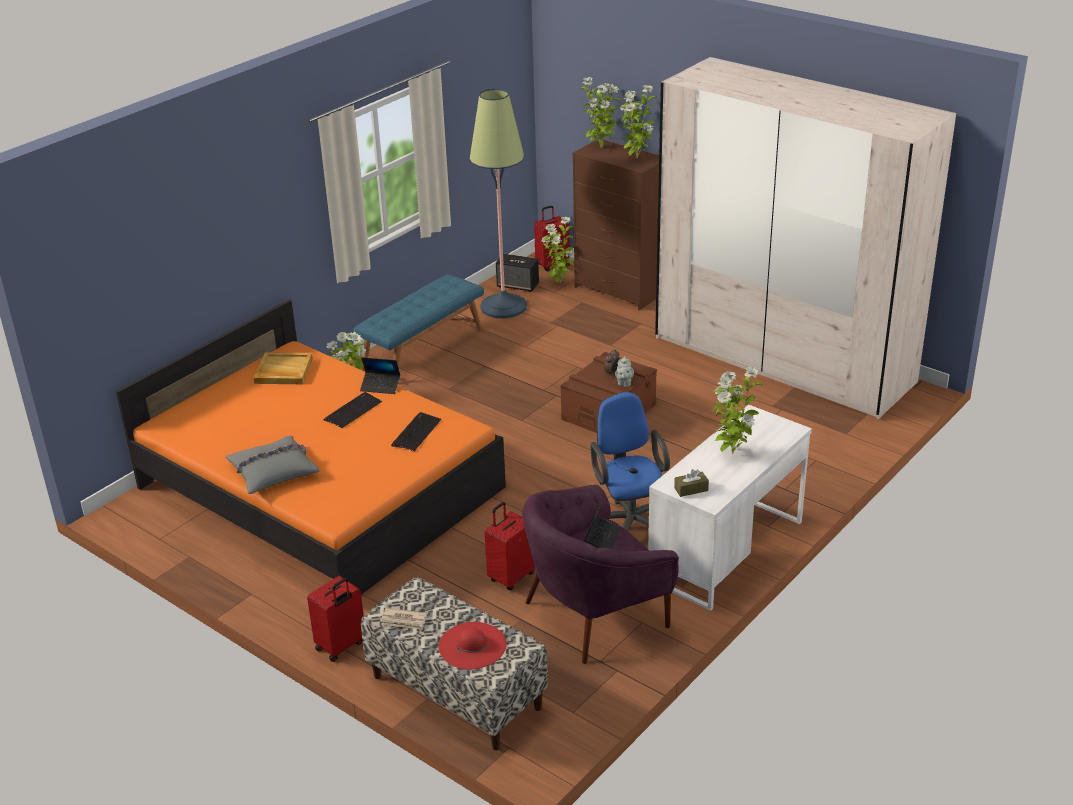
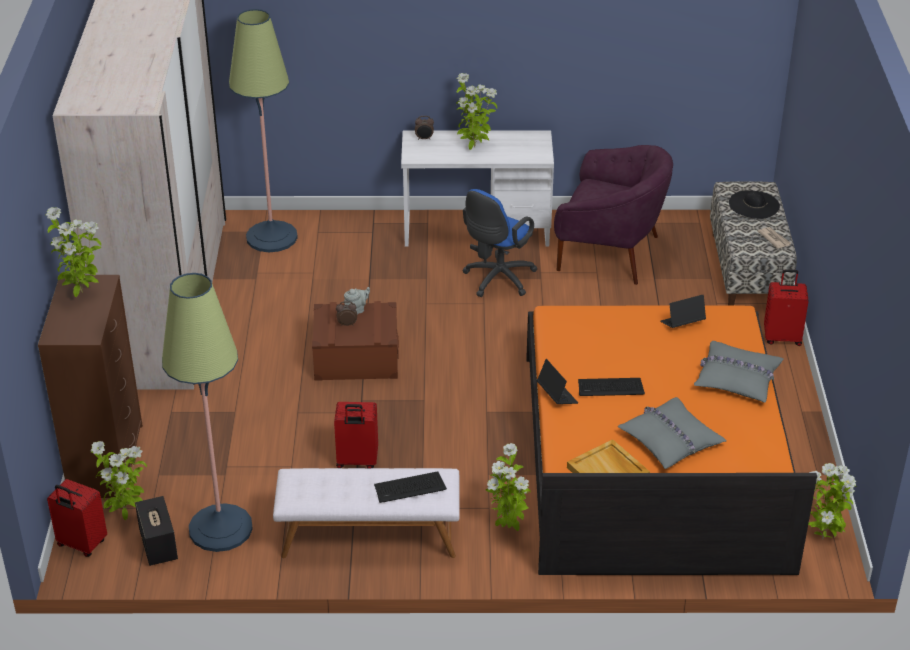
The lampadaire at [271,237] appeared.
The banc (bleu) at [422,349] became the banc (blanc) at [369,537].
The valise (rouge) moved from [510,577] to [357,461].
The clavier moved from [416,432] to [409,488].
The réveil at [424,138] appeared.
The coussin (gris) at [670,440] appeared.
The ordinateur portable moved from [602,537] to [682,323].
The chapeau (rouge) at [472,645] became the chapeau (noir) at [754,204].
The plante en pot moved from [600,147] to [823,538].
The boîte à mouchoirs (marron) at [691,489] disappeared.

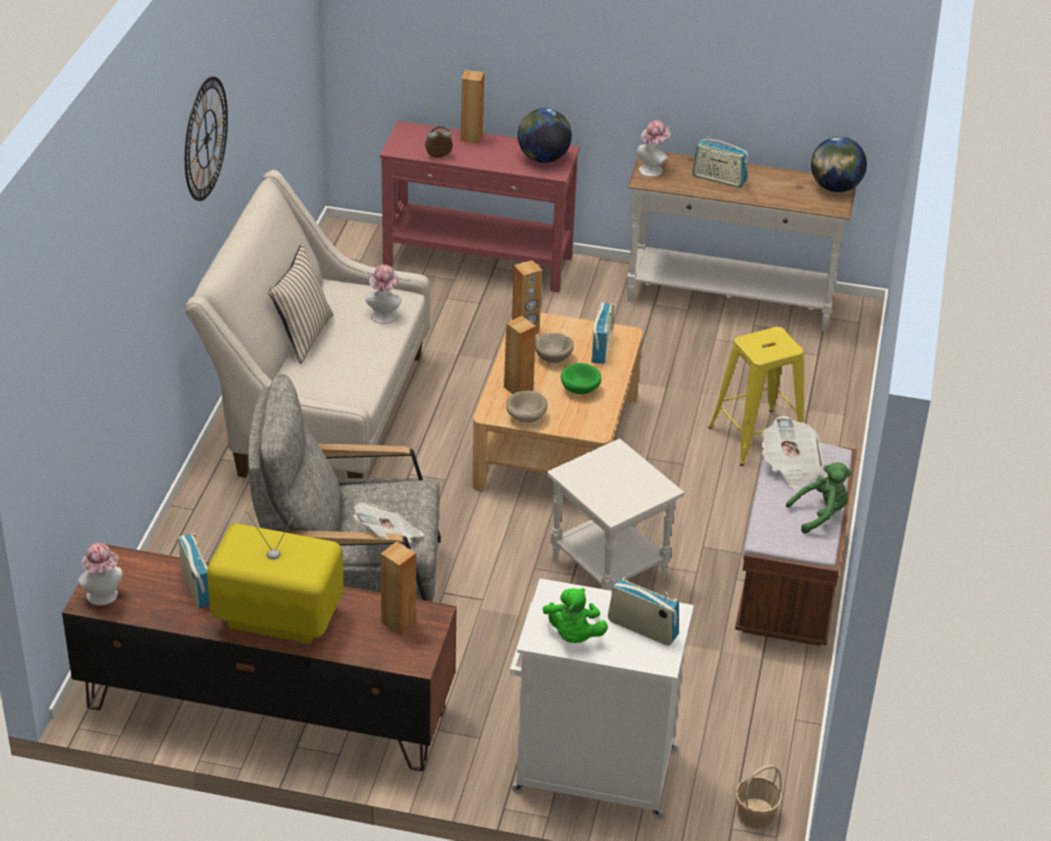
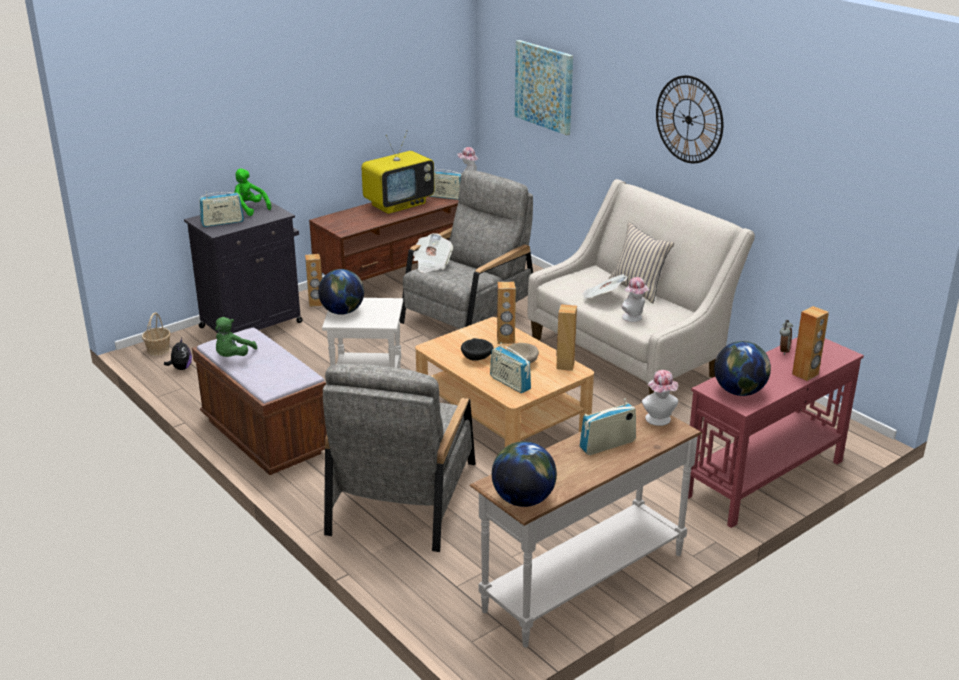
The peluche at [181,368] appeared.
The meuble de rangement (blanc) at [591,770] became the meuble de rangement (noir) at [253,324].
The enceinte (marron) moved from [399,622] to [316,303].
The globe at [342,311] appeared.
The tabouret (jaune) at [756,437] was replaced by the fauteuil (gris) at [402,497].
The bol (vert) at [579,389] became the bol (noir) at [477,358].
The tableau at [544,86] appeared.
The journal moved from [790,466] to [602,298].
The bol (beige) at [525,417] disappeared.

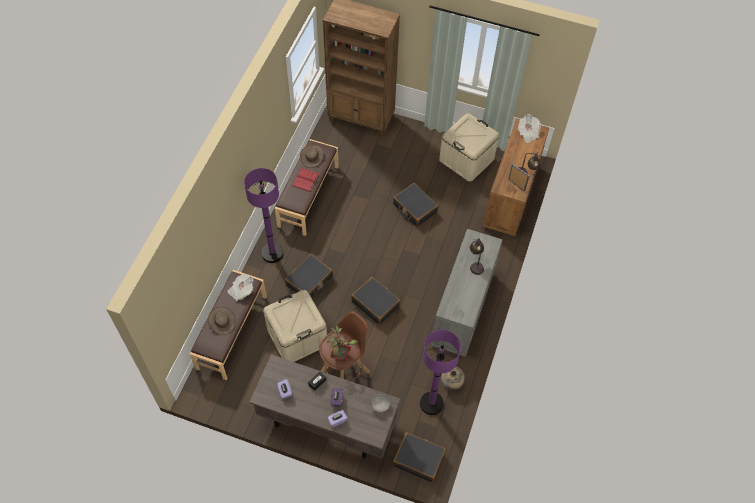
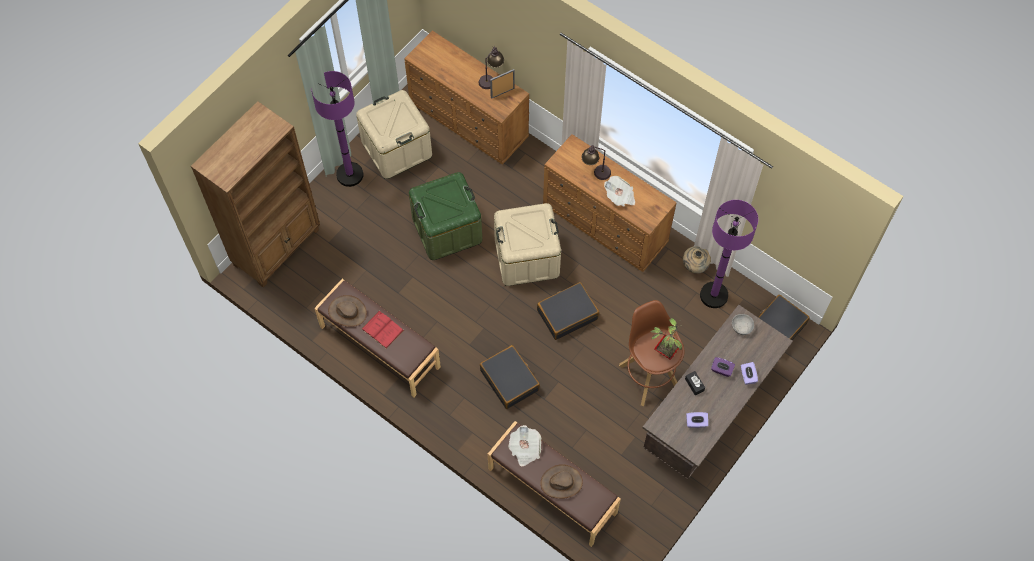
The lampadaire (violet) moved from [272,253] to [350,175].
The valise (noir) at [414,208] was replaced by the boîte de rangement (vert) at [447,229].
The boîte de rangement (beige) moved from [297,337] to [527,257].
The commode (gris) at [462,309] became the commode (marron) at [605,224].
The journal moved from [528,133] to [620,196].

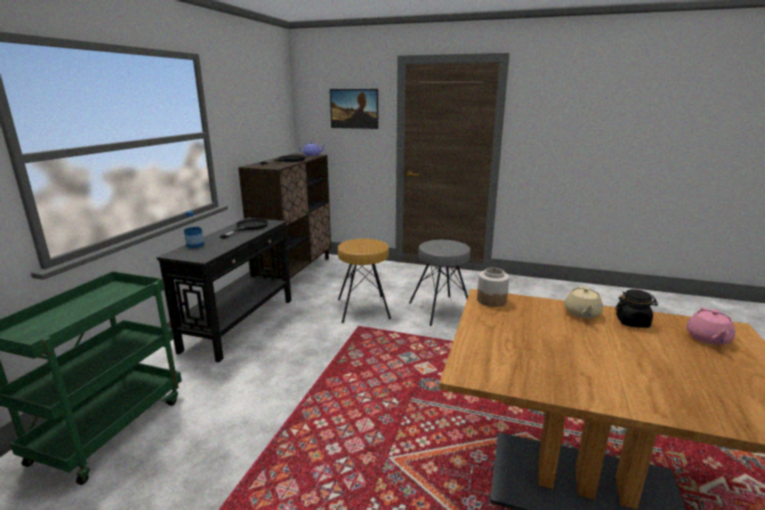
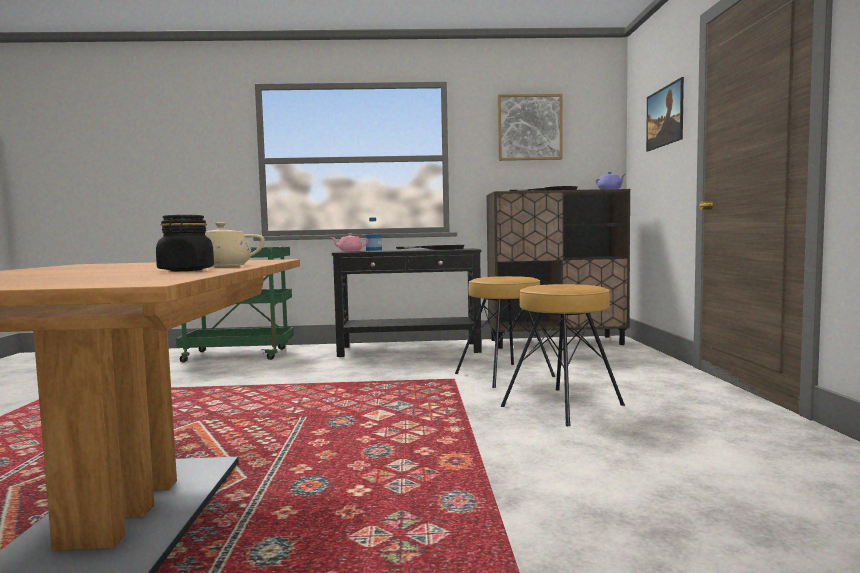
The théière (rose) moved from [708,339] to [349,251].
The tableau at [529,127] appeared.
The tabouret (gris) at [441,310] became the tabouret (marron) at [563,406].
The bocal at [491,300] disappeared.

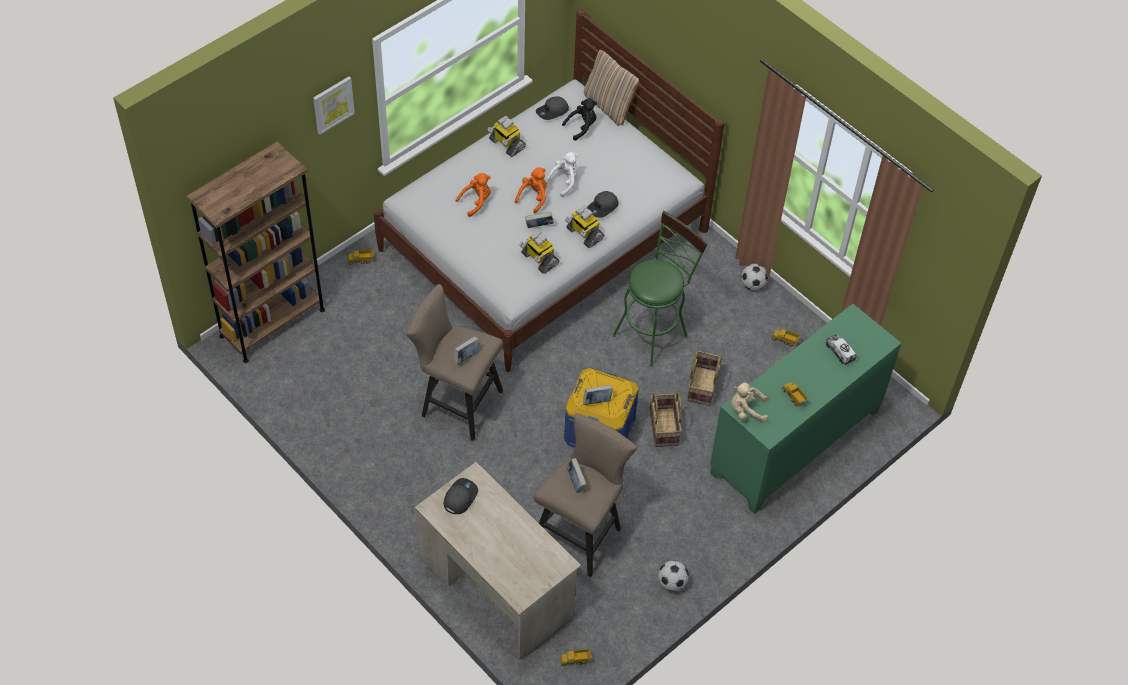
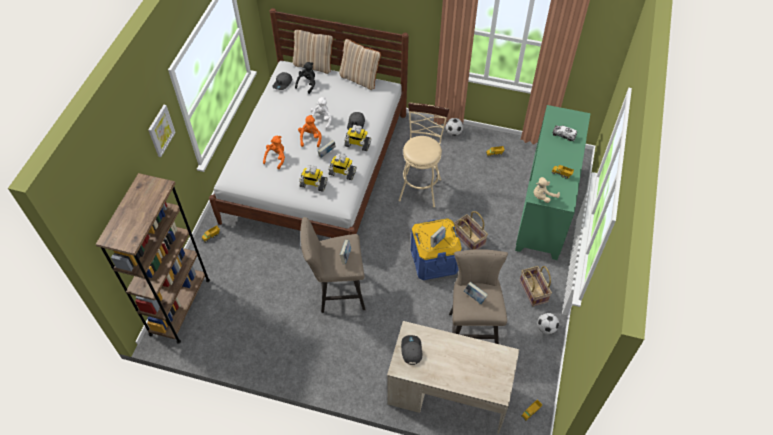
The robot jouet moved from [506,144] to [313,184].
The coussin (beige) at [360,79] appeared.
The tabouret (vert) at [654,332] became the tabouret (beige) at [420,186].
The panier moved from [702,386] to [532,291].

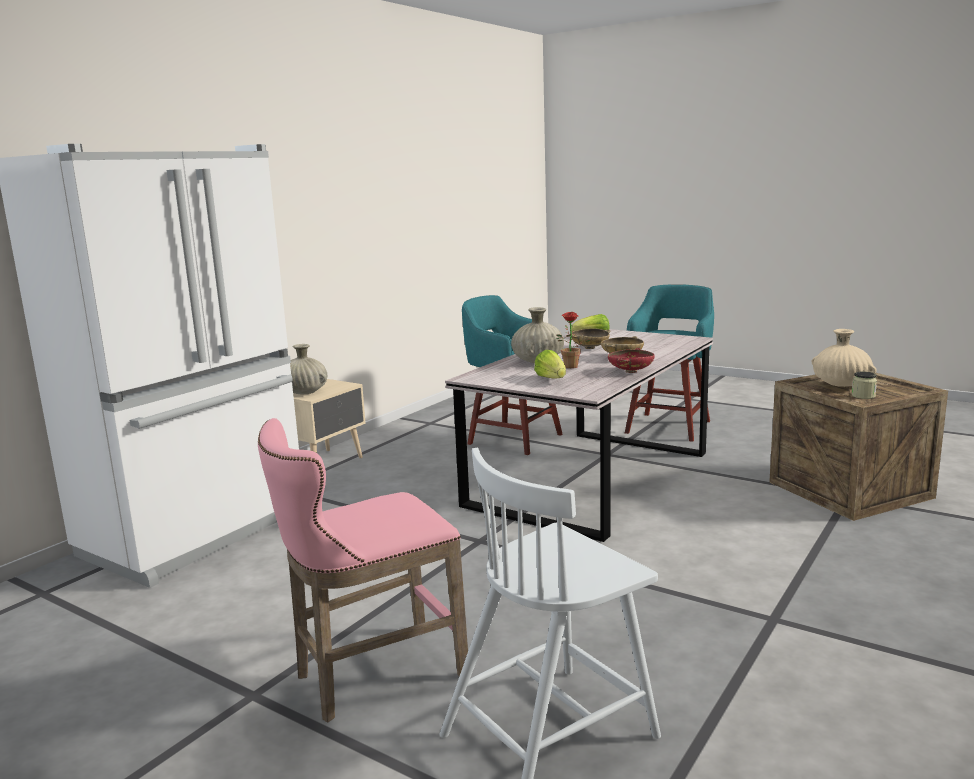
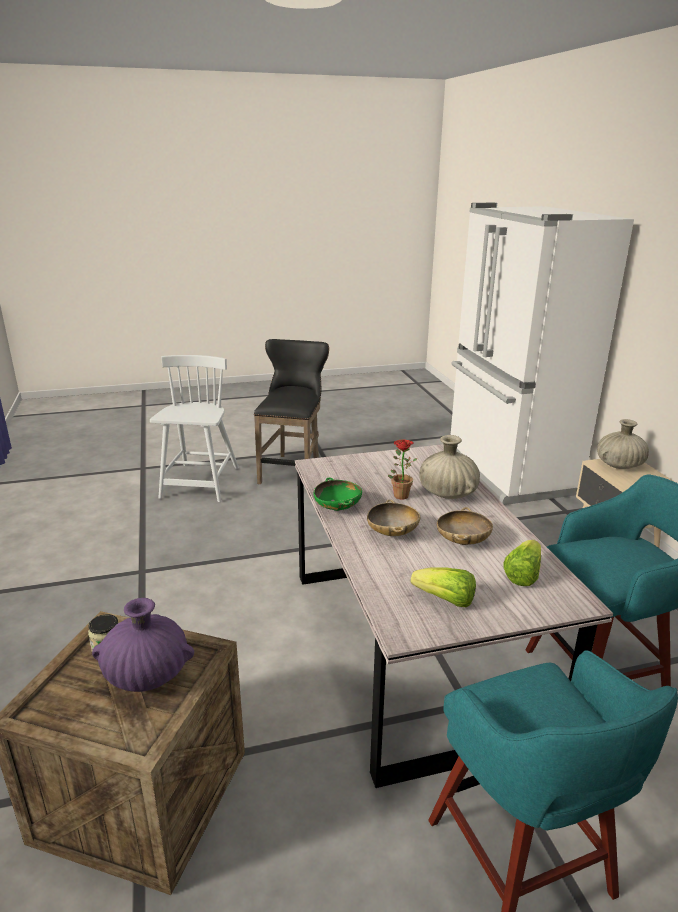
The vase (beige) at [841,385] became the vase (violet) at [147,674].
The tabouret (rose) at [371,675] became the tabouret (noir) at [293,469].
The bol (rouge) at [630,371] became the bol (vert) at [337,507].
The laitue moved from [551,379] to [445,600].

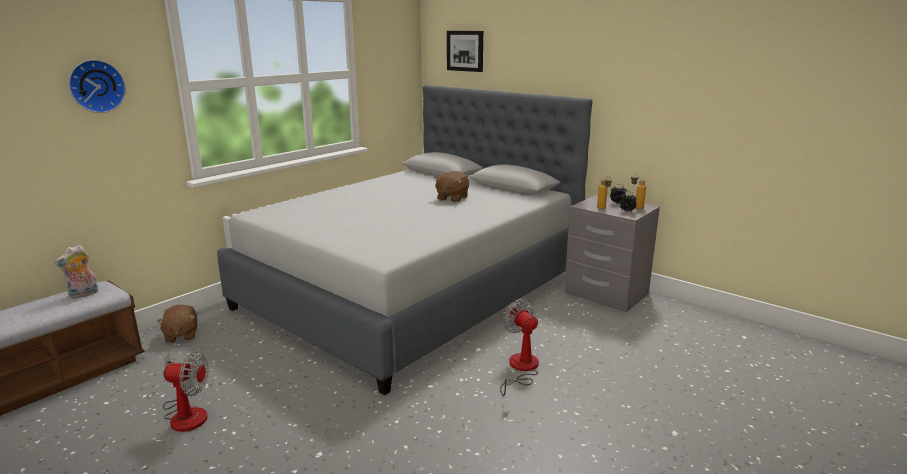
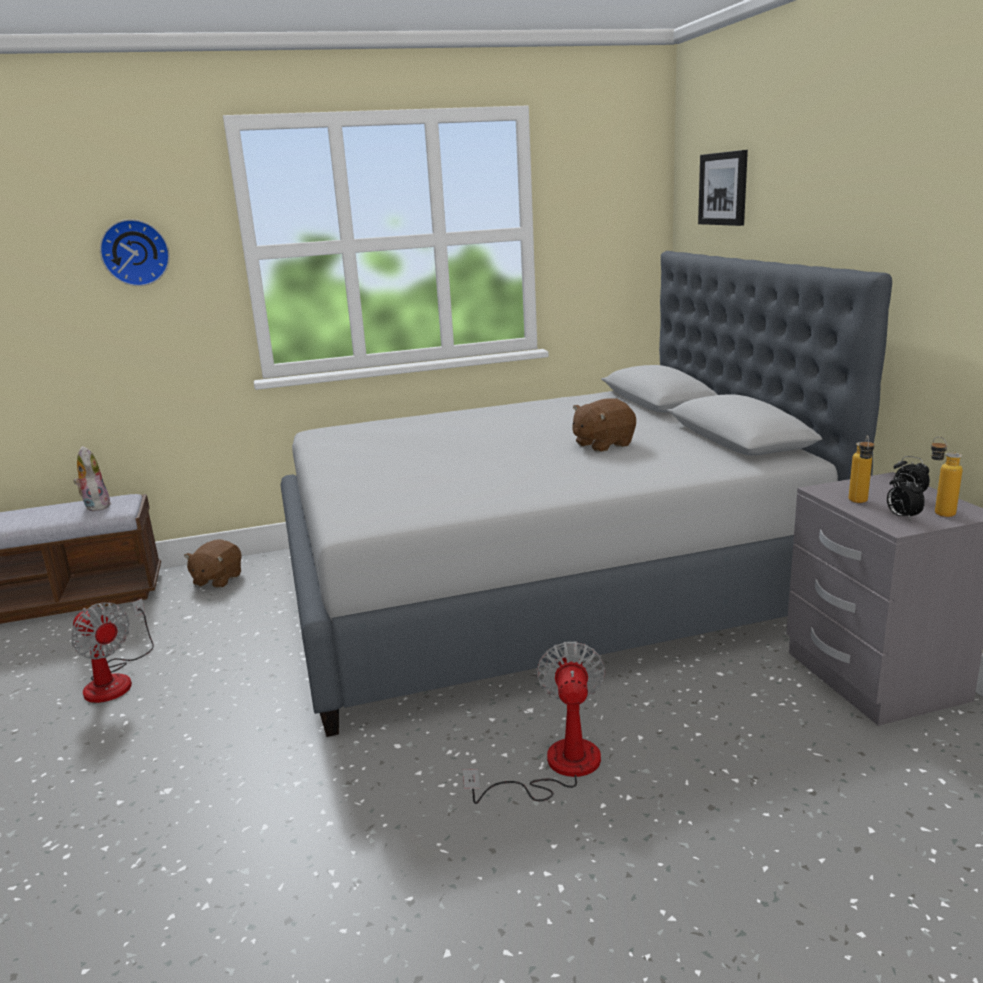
The peluche at [83,294] turned 75 degrees clockwise.

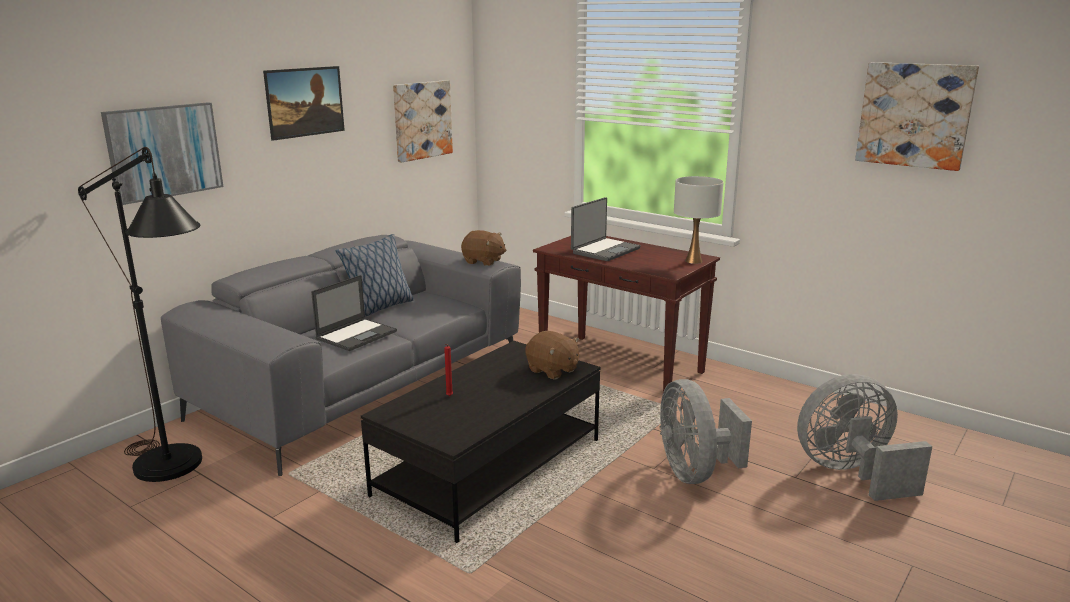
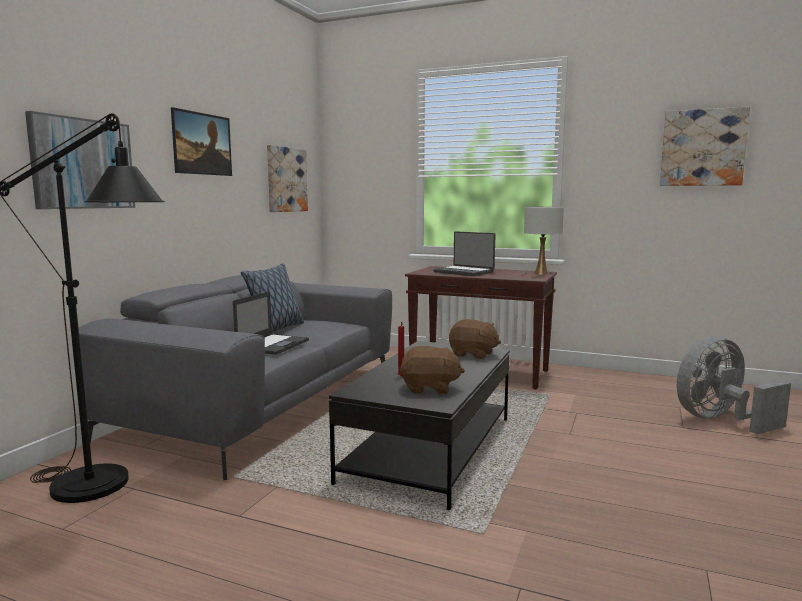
The peluche (marron) moved from [483,261] to [429,388].
The ordinateur portable at [604,250] turned 105 degrees clockwise.
The ventilateur (gris) at [694,472] disappeared.

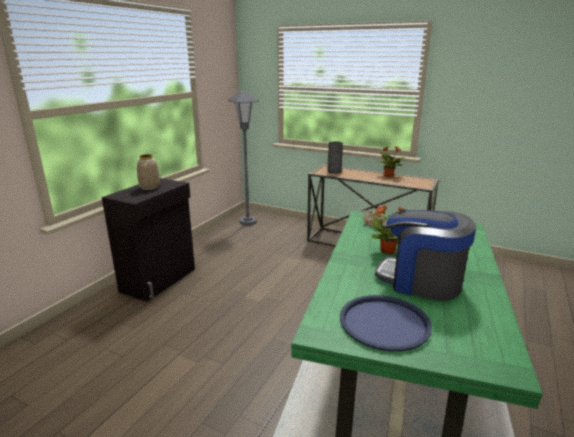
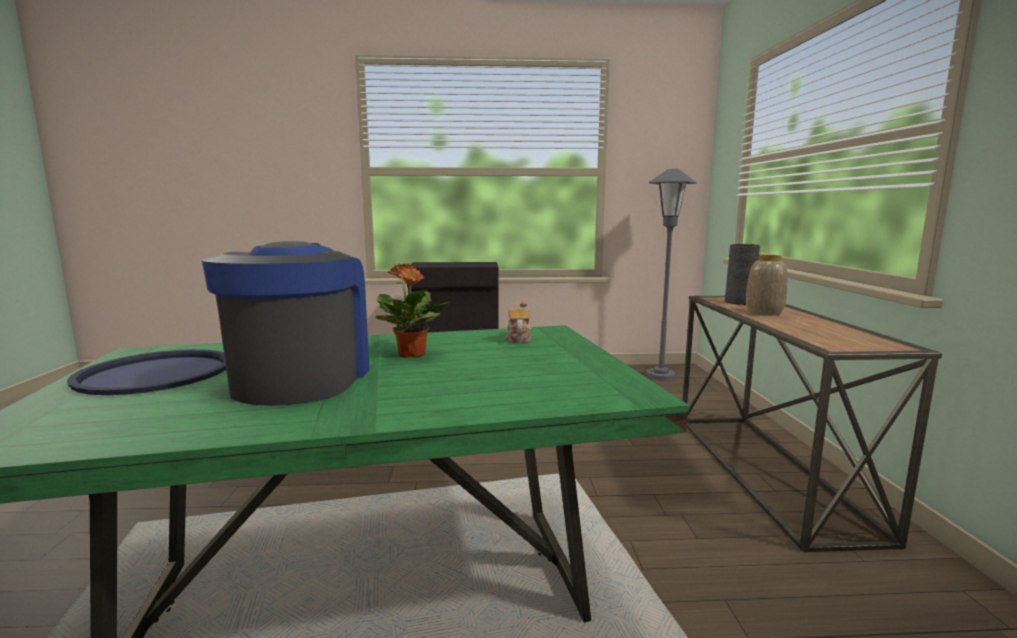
The vase moved from [150,187] to [764,312].
The plante en pot at [388,175] disappeared.

